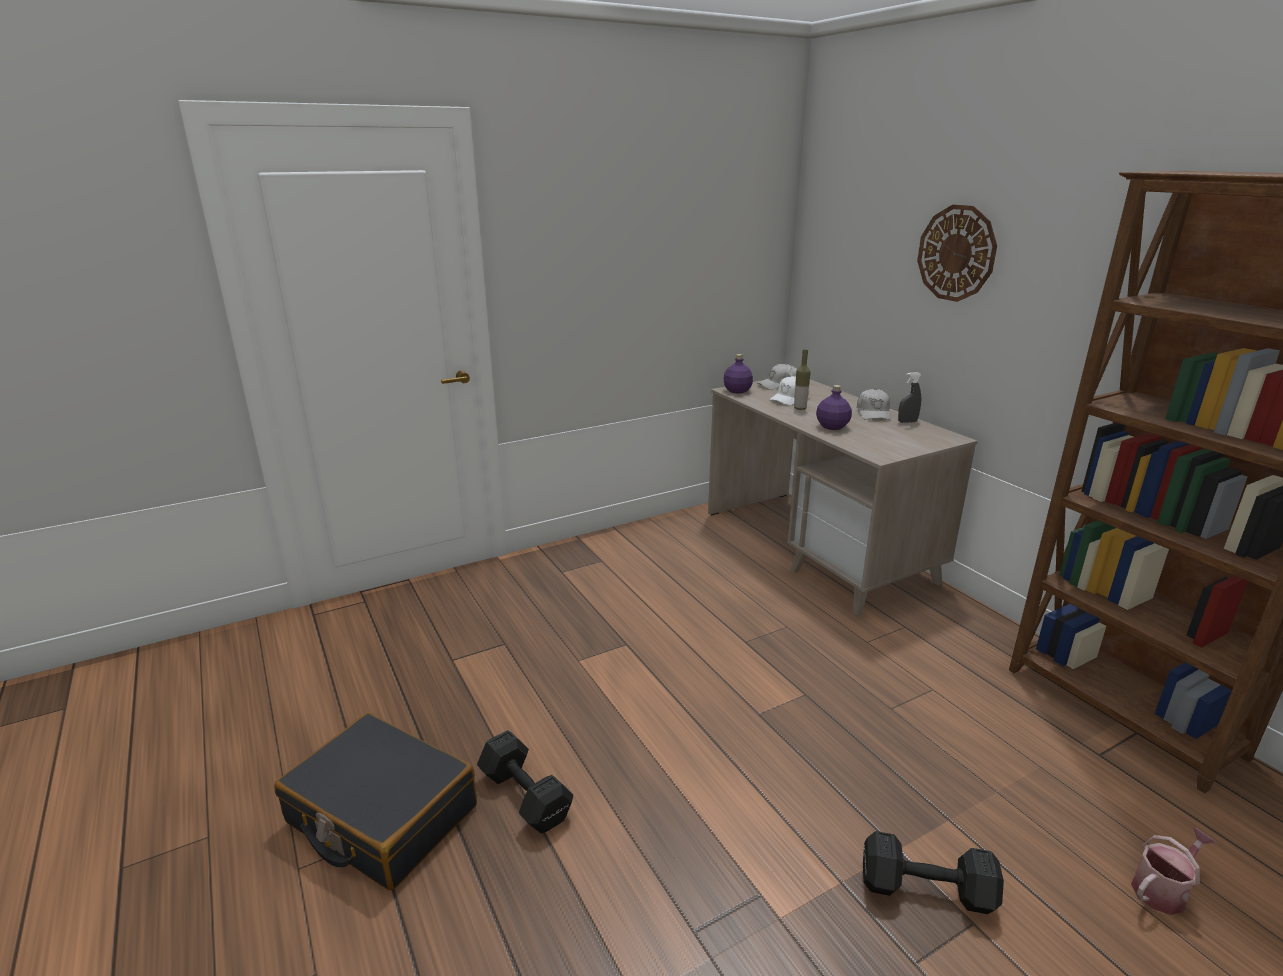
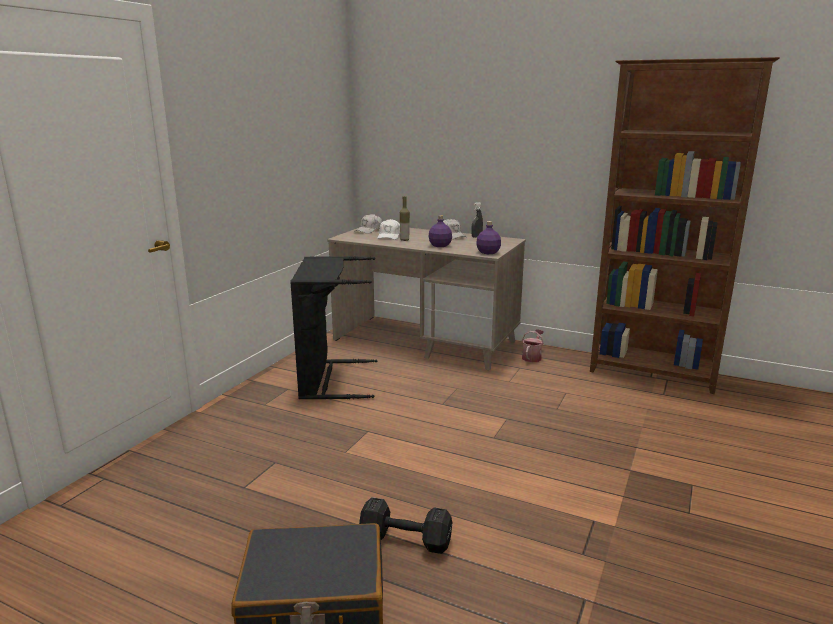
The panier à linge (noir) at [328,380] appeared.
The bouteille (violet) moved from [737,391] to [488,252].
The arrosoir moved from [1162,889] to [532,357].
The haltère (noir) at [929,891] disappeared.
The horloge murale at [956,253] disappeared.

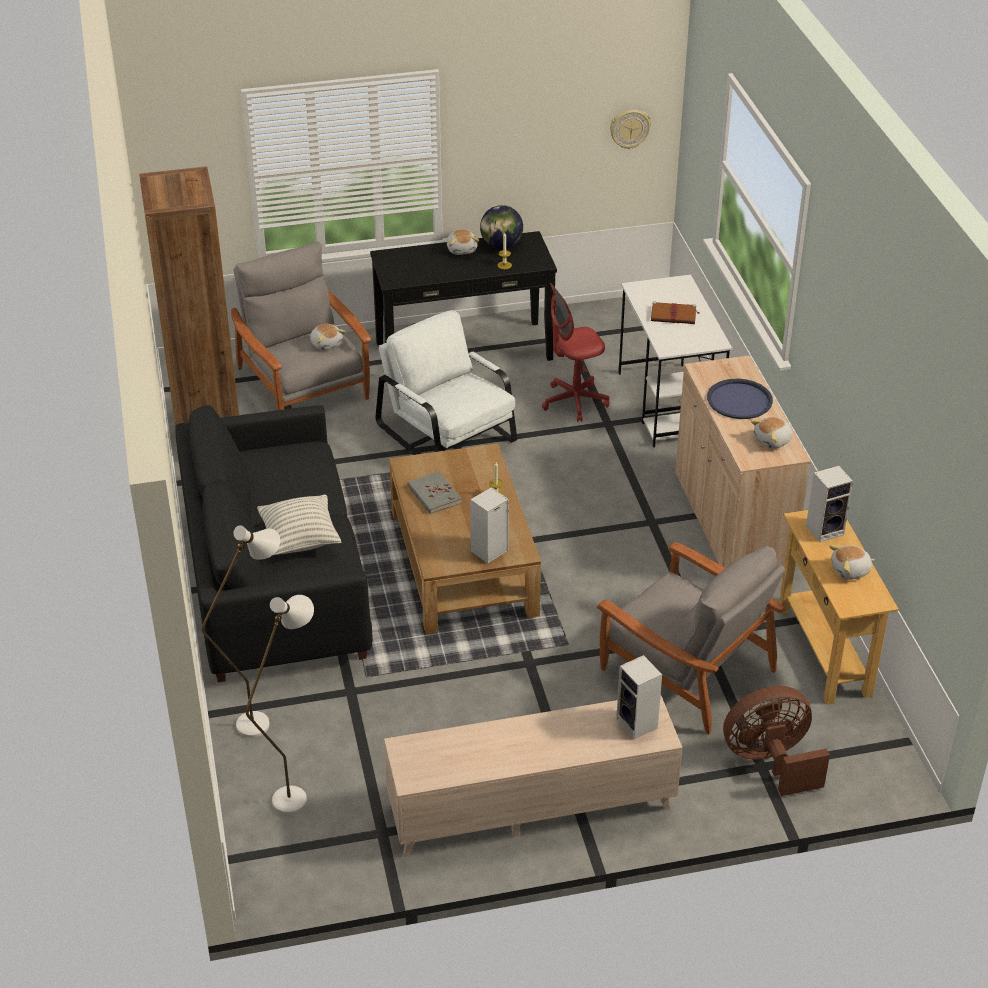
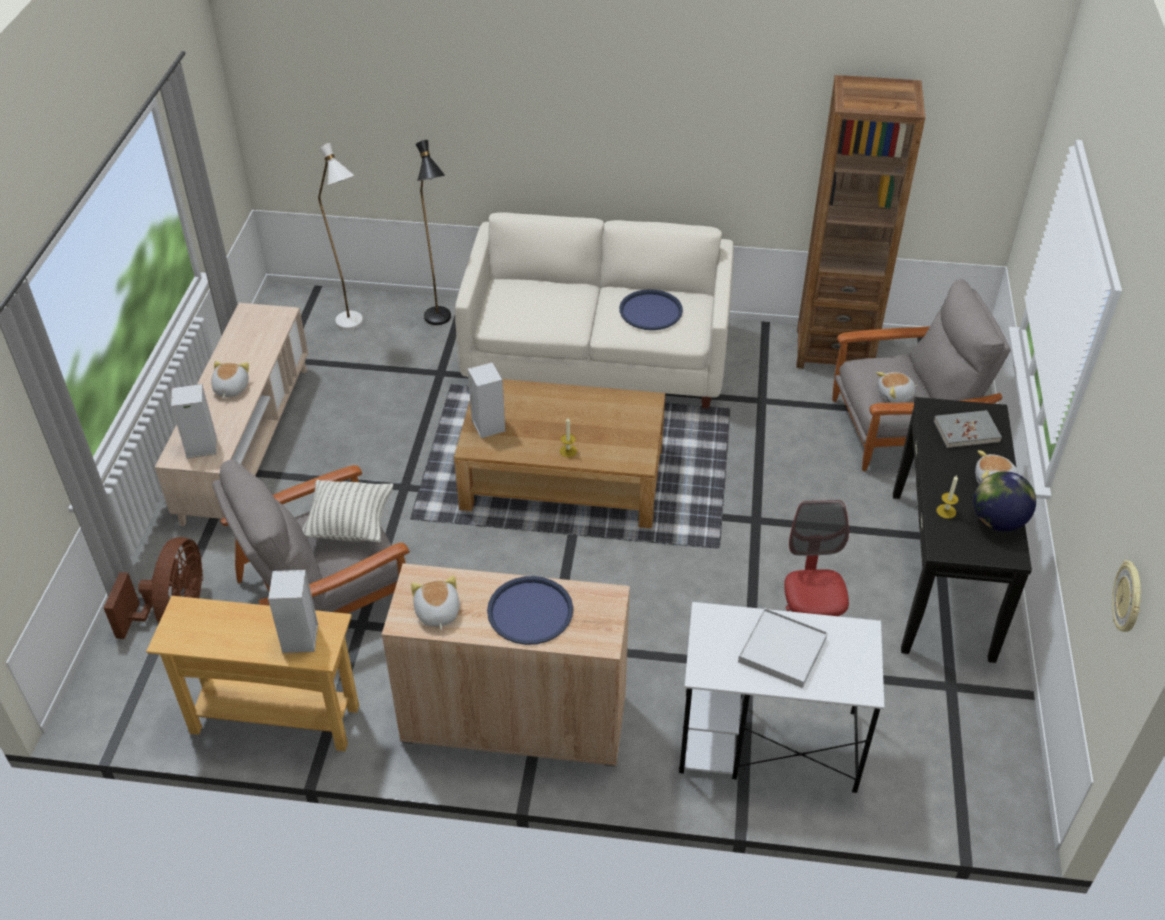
The peluche moved from [850,571] to [230,388].
The coussin moved from [300,540] to [350,525].
The lampadaire (blanc) at [263,719] became the lampadaire (noir) at [441,322].
The canapé (noir) at [275,582] became the canapé (blanc) at [598,355].
The plateau (bleu) at [650,311] appeared.
The livre (marron) at [674,315] was replaced by the plateau (blanc) at [782,650].
The livre (gris) moved from [434,495] to [966,431].
The fauteuil (blanc) at [448,433] disappeared.

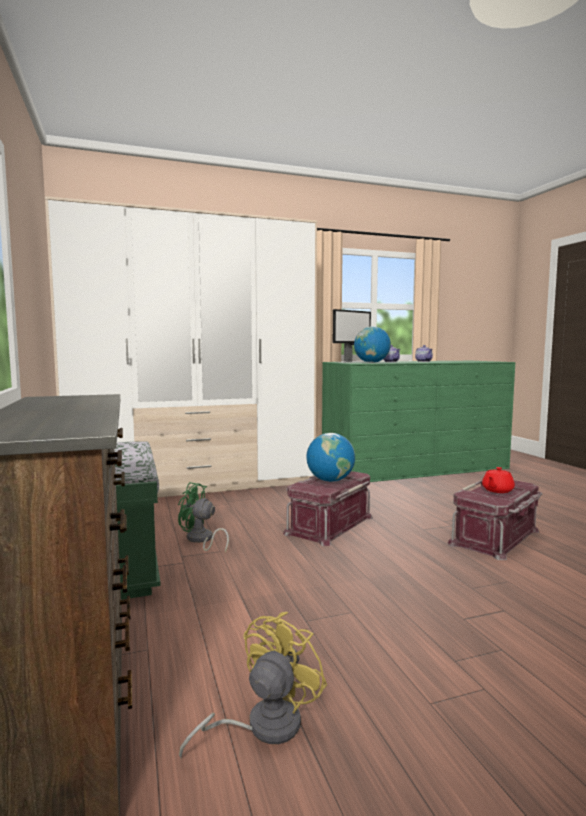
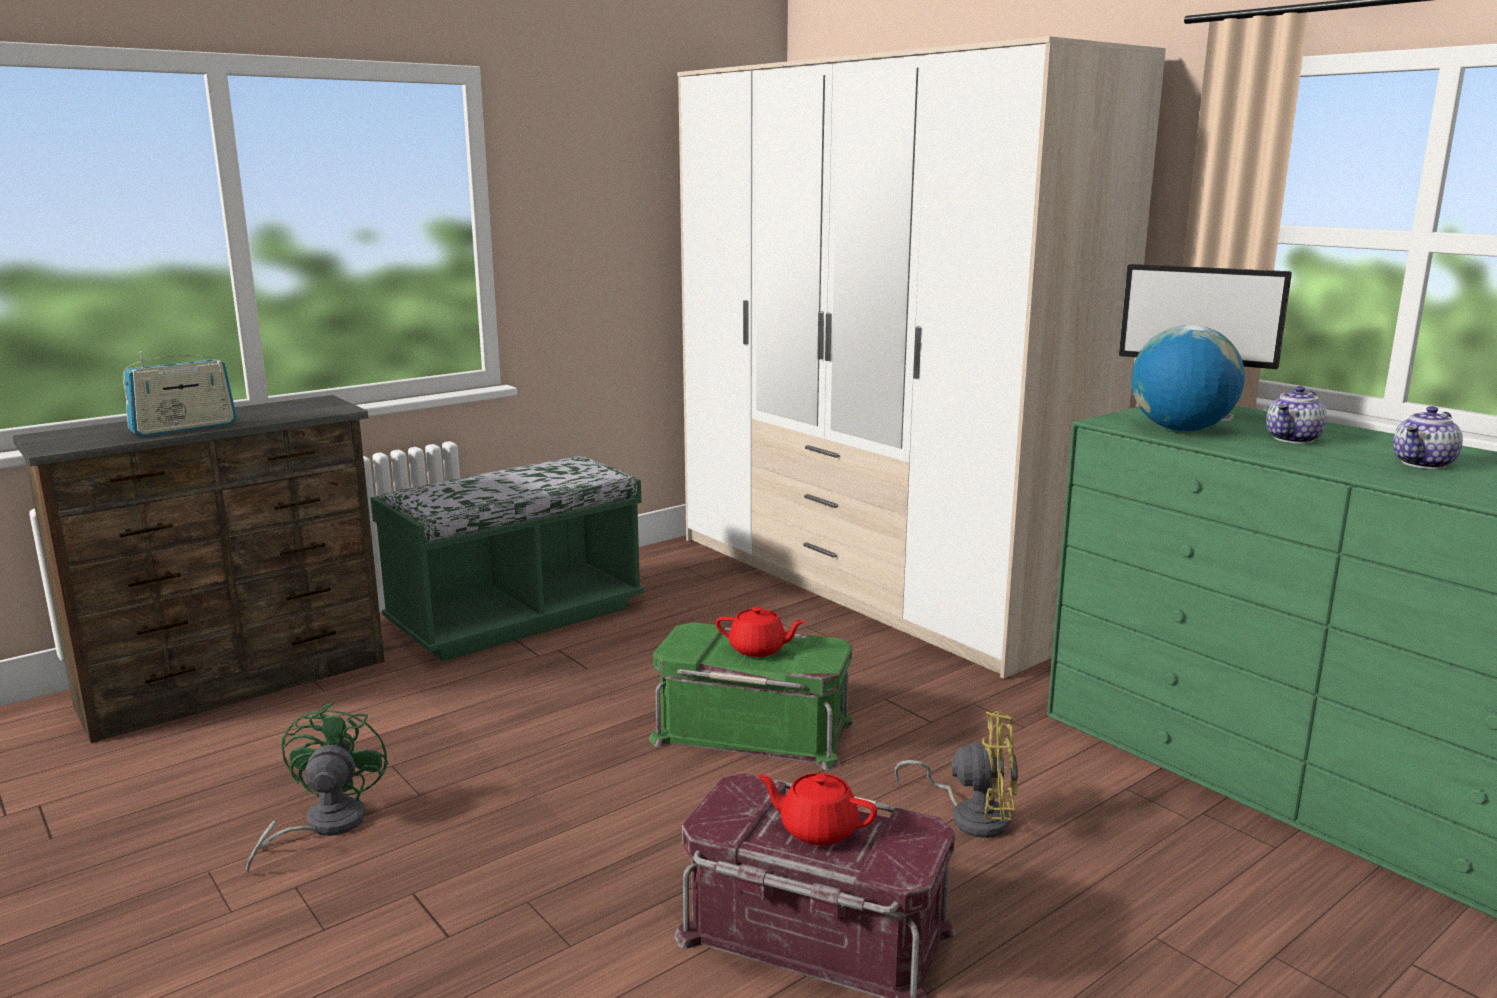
The radio at [184,428] appeared.
The ventilateur (vert) moved from [201,540] to [323,826].
The boîte de rangement (rouge) at [328,525] became the boîte de rangement (vert) at [754,730].
The globe at [330,480] was replaced by the théière (rouge) at [758,649].
The ventilateur (jaune) moved from [262,726] to [971,816].

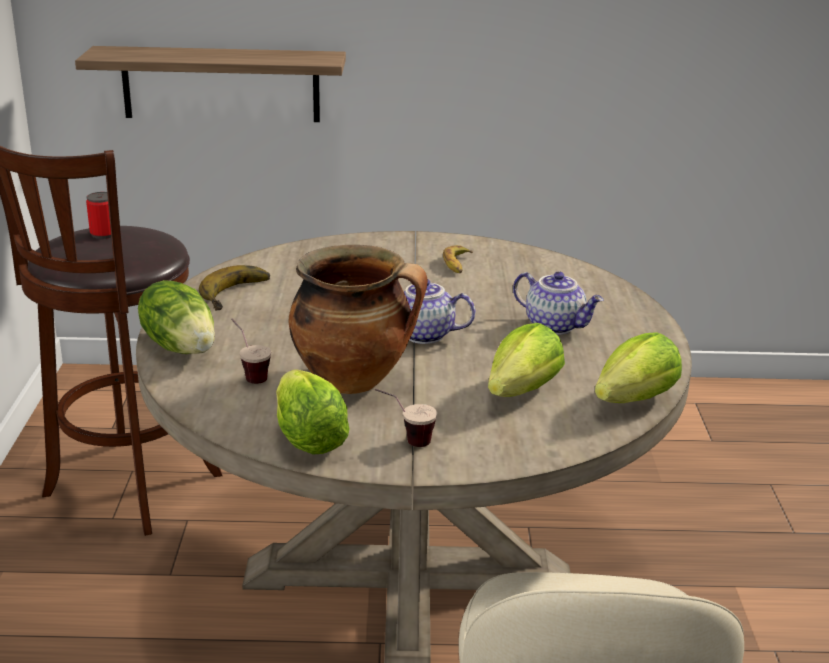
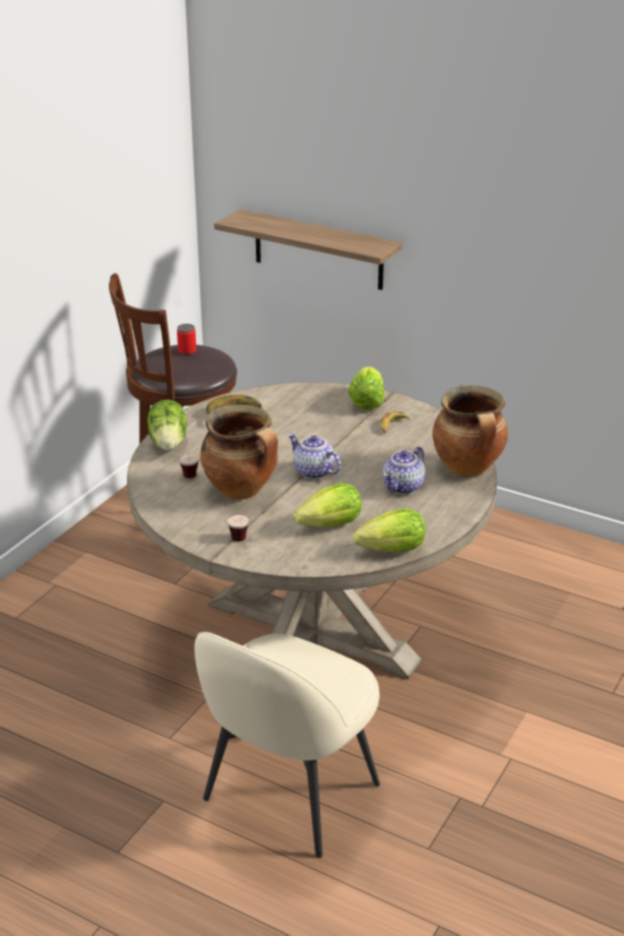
The laitue moved from [308,439] to [366,402].
The théière at [555,326] turned 60 degrees clockwise.
The marmite at [468,469] appeared.

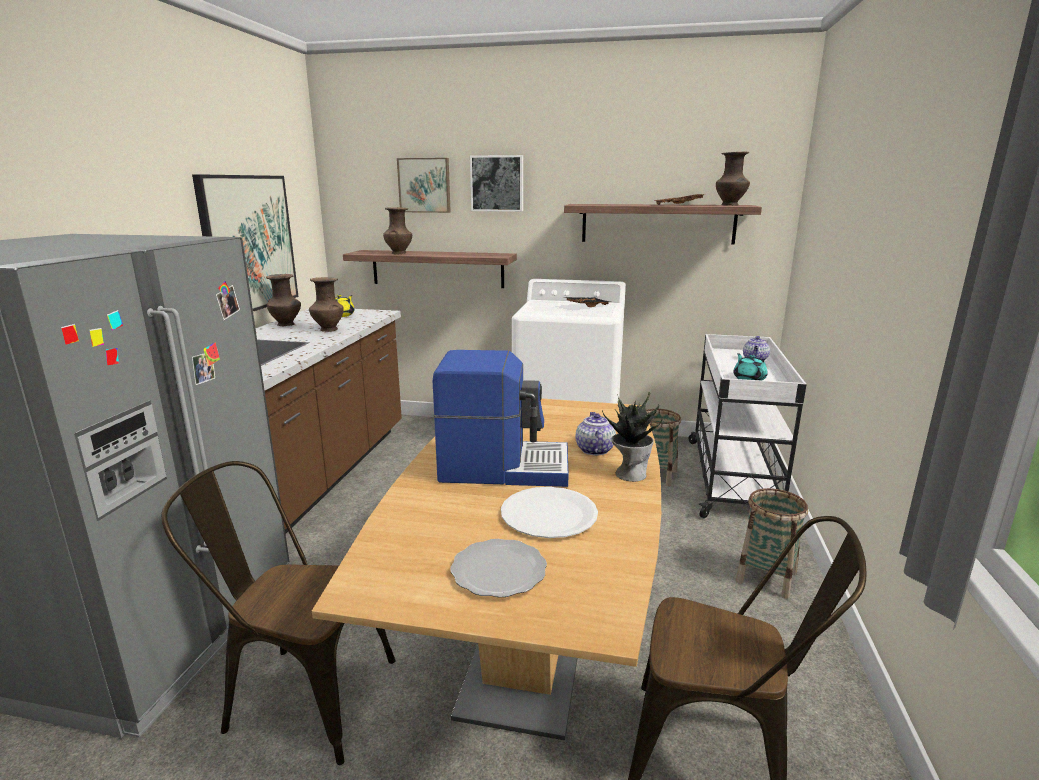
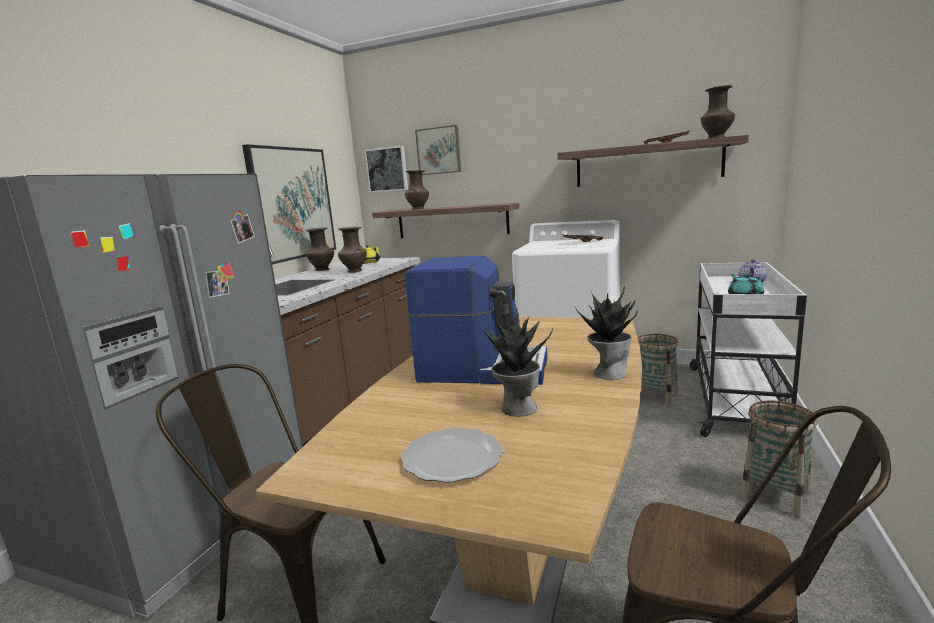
The tableau moved from [497,183] to [387,169].
The assiette (blanc) at [548,514] was replaced by the plante en pot at [517,408].
The théière at [594,449] disappeared.

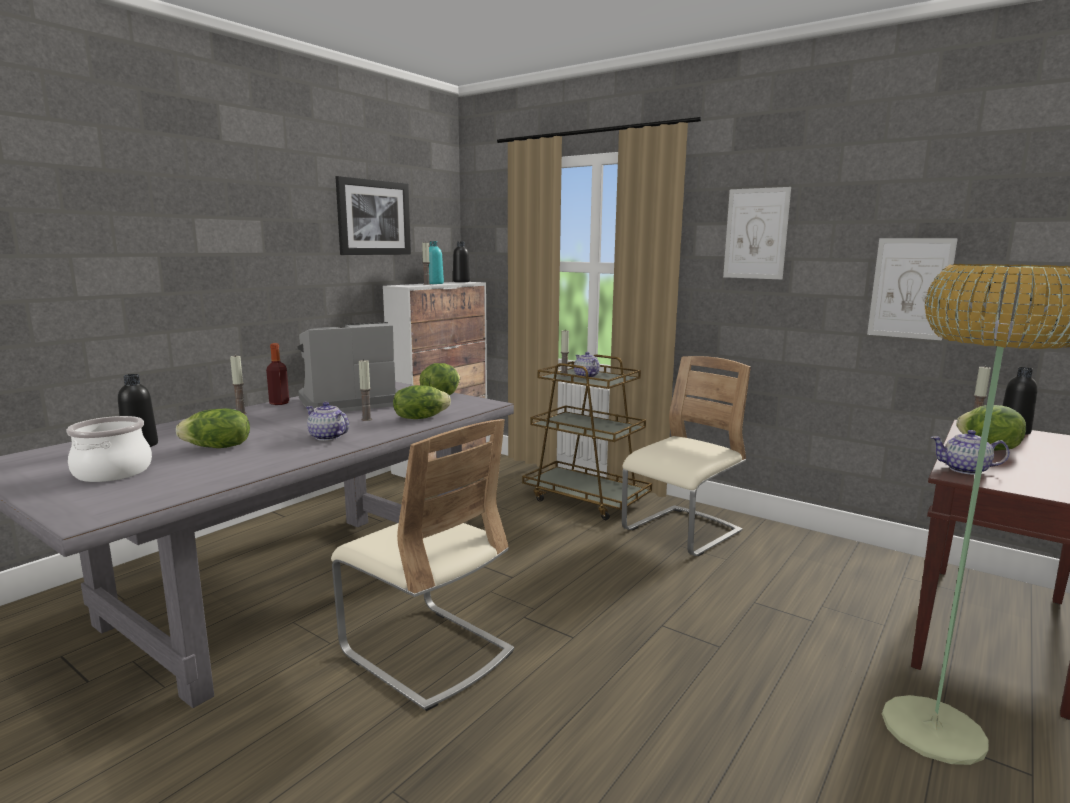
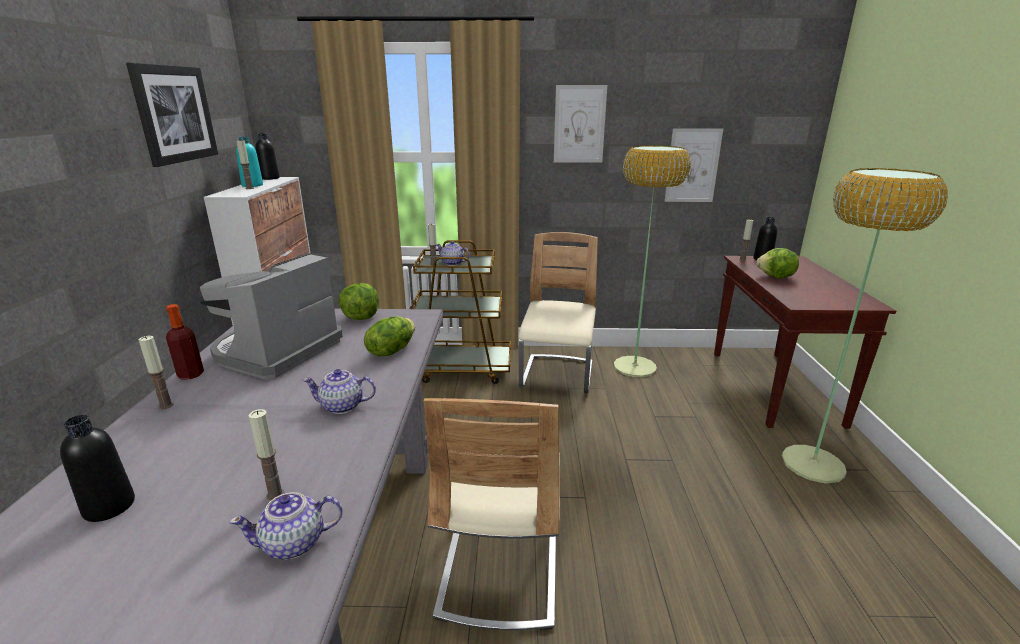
The théière moved from [966,470] to [294,543].
The bougie moved from [366,419] to [275,494].
The chaise (beige) at [426,652] turned 90 degrees clockwise.
The lampadaire at [635,367] appeared.
The marmite at [112,472] disappeared.
The laitue at [217,447] disappeared.

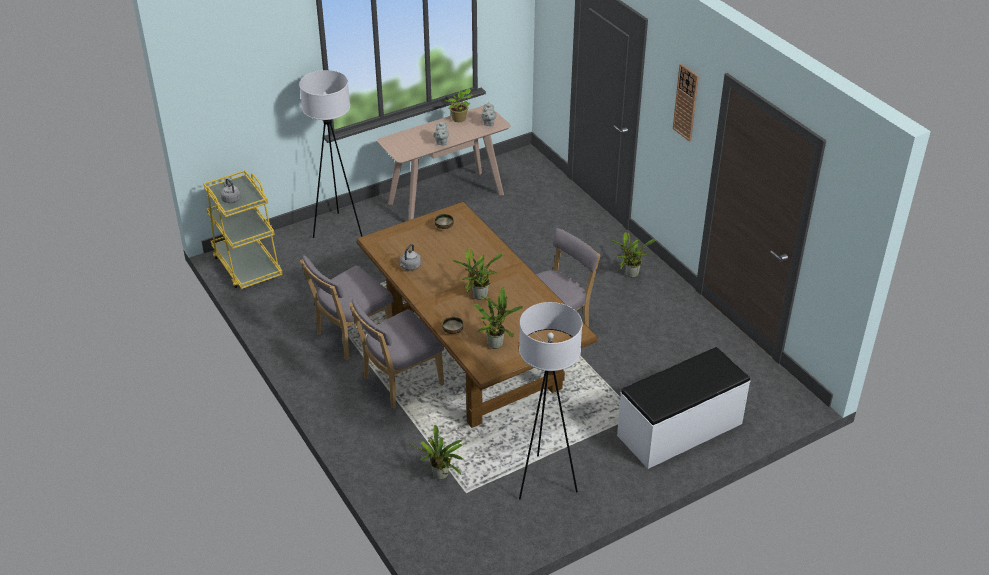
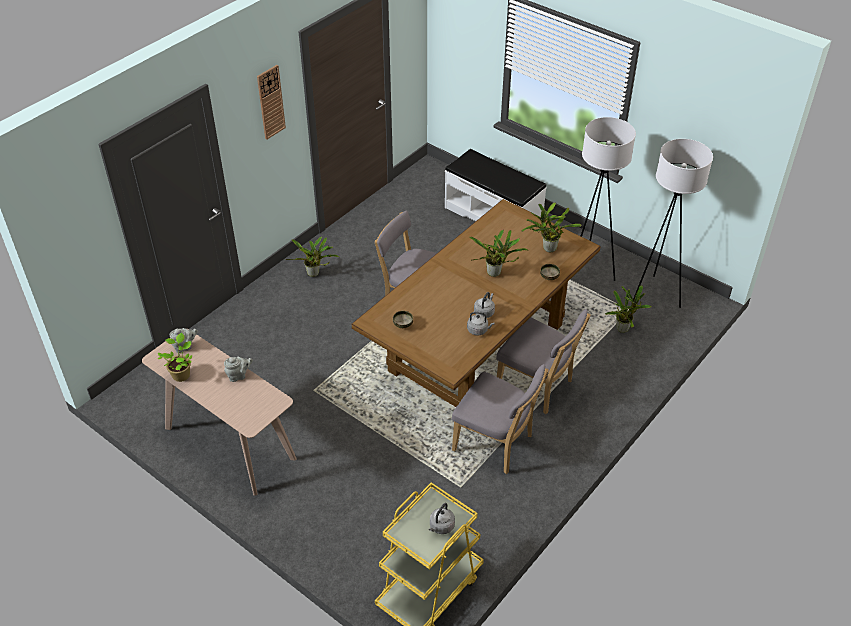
The bouilloire (gris) at [484,312] appeared.
The lampadaire (blanc) moved from [338,229] to [655,294].

